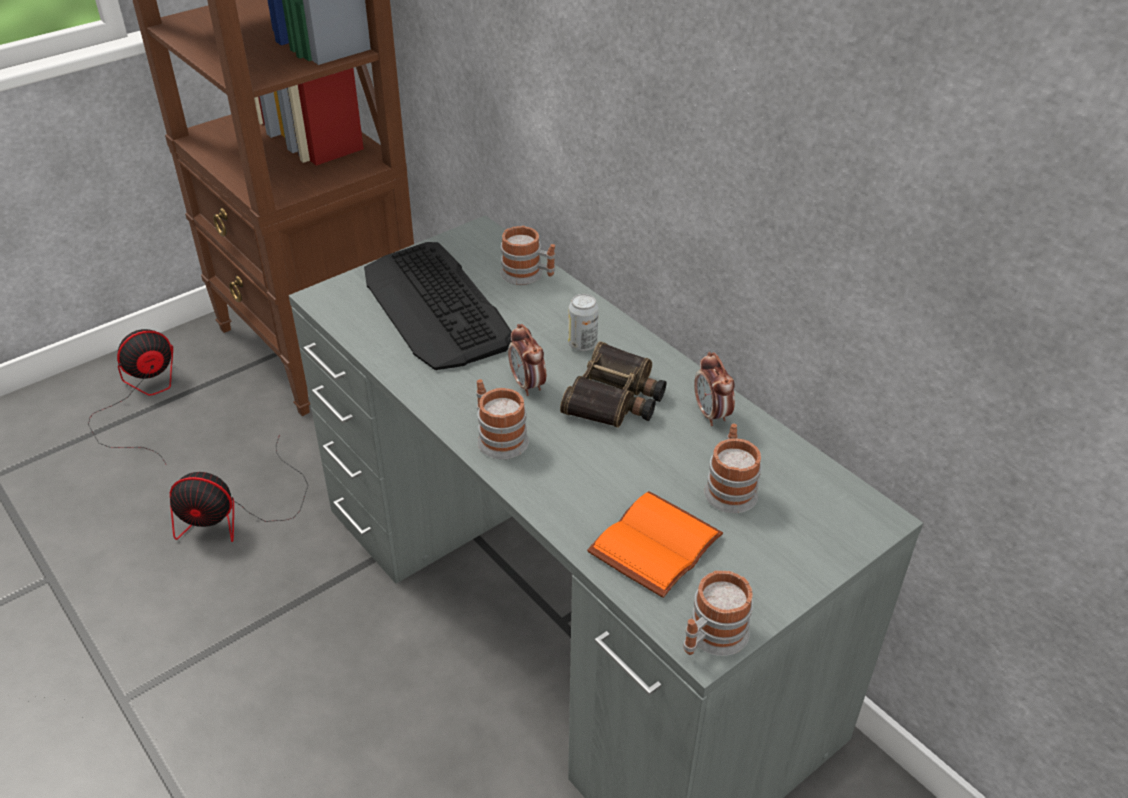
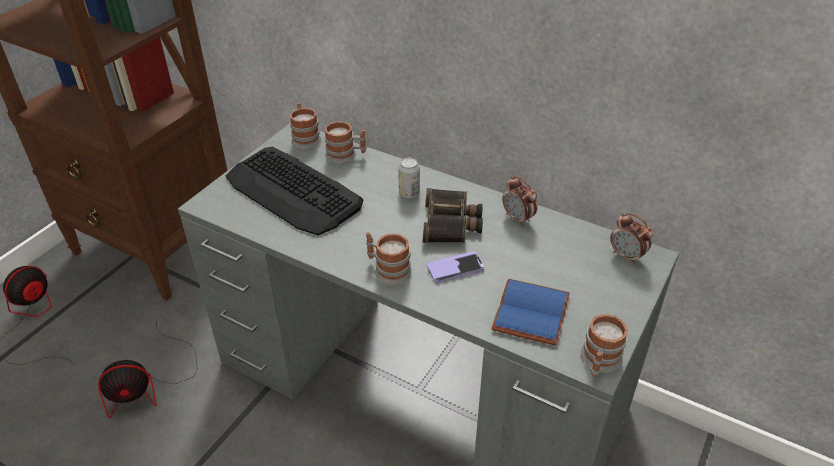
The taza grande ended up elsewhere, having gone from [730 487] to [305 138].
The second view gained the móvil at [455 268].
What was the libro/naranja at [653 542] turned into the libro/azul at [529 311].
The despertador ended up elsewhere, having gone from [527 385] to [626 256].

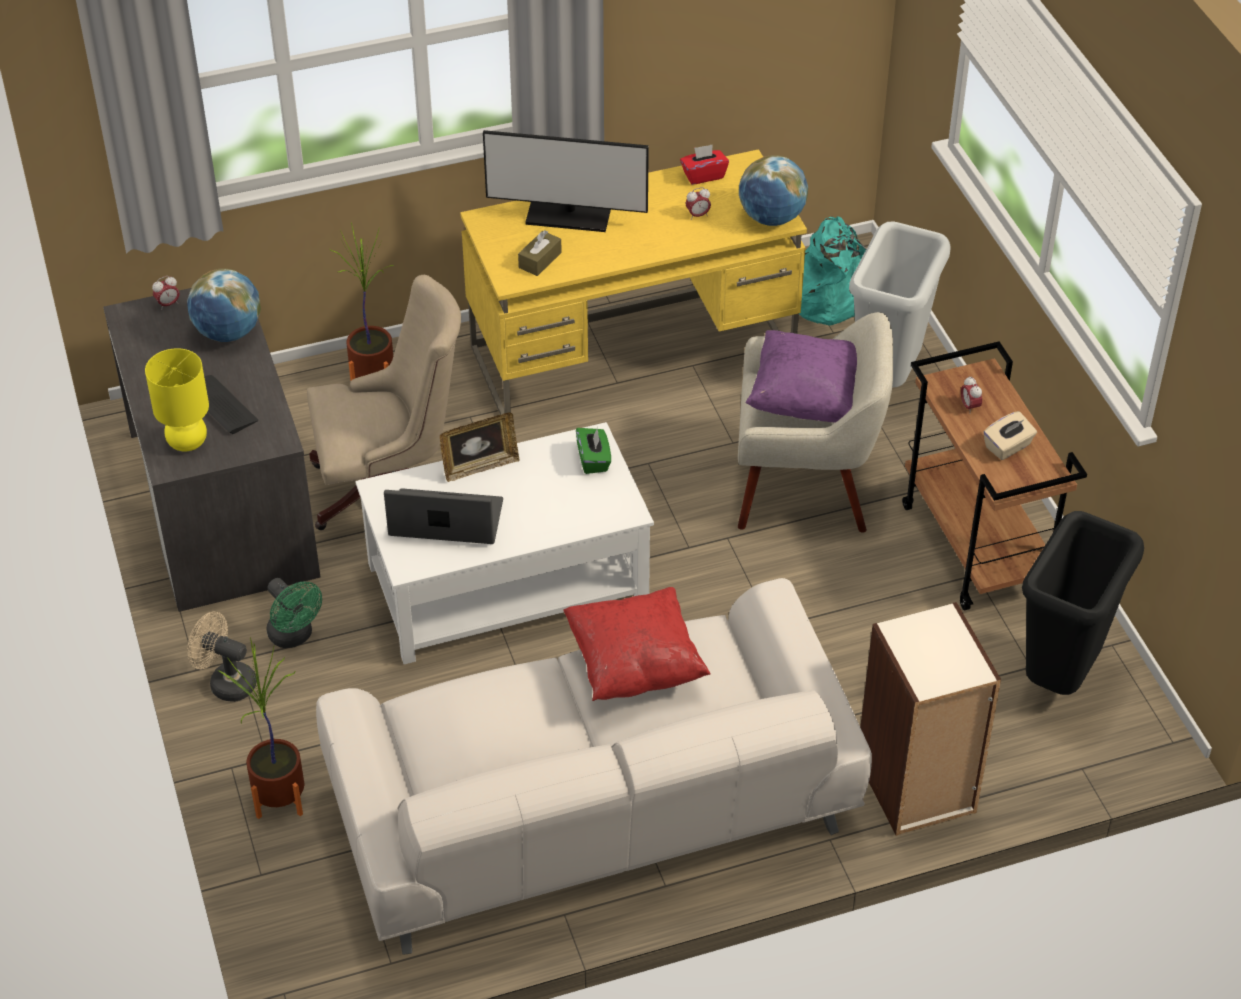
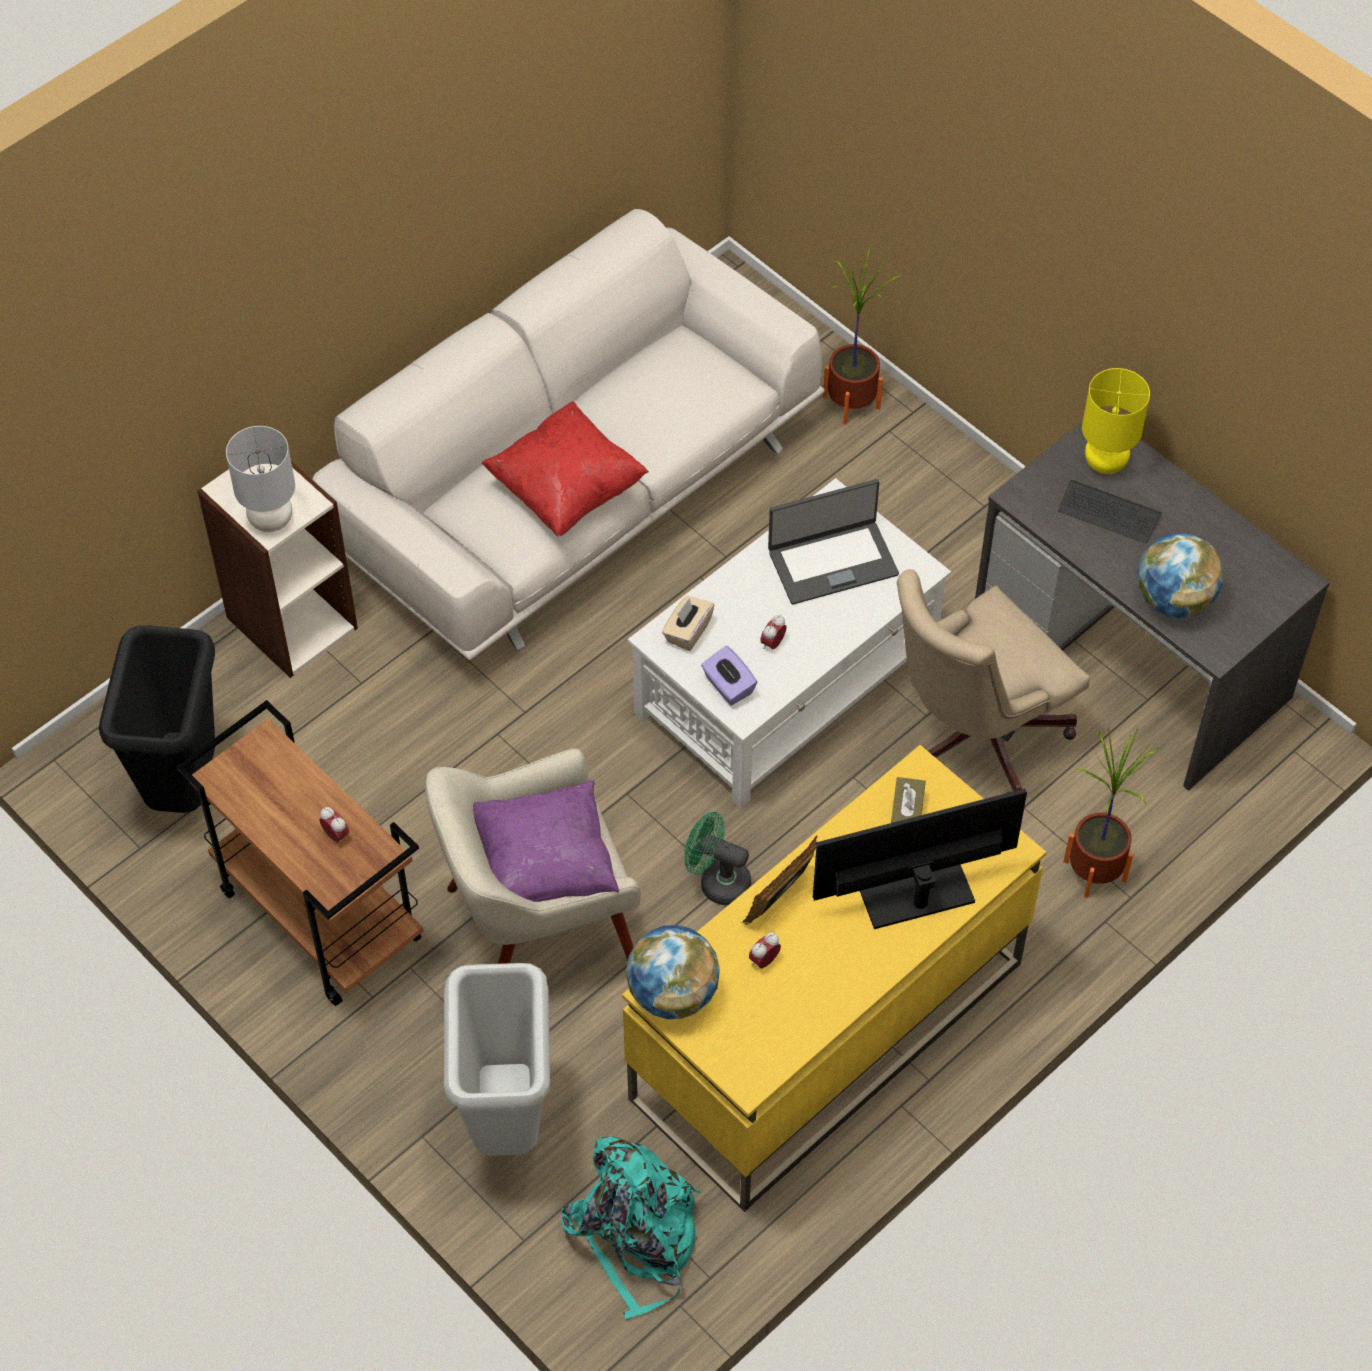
The second view gained the lámpara de mesa/gris at [270 520].
The caja de pañuelos/beis ended up elsewhere, having gone from [1008 447] to [687 632].
The ventilador/verde ended up elsewhere, having gone from [294 636] to [717 881].
What was the caja de pañuelos/verde at [593 460] turned into the caja de pañuelos/morado at [728 686].
The portarretratos ended up elsewhere, having gone from [480 466] to [780 899].
The despertador ended up elsewhere, having gone from [168 304] to [773 643].
The second view lost the ventilador/beis at [226 682].
The second view lost the caja de pañuelos/rojo at [703 175].

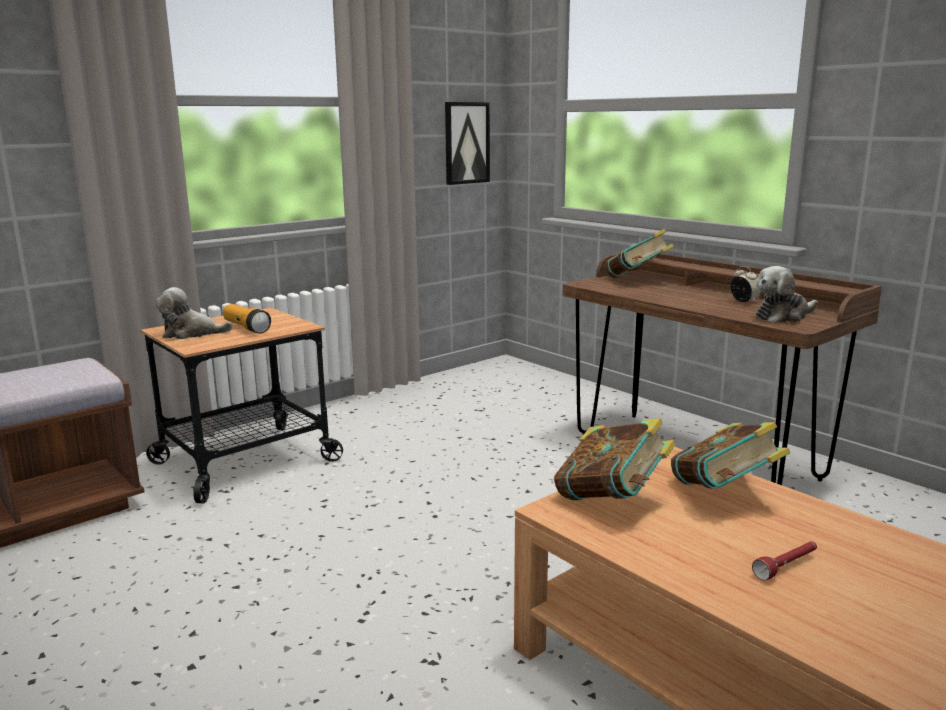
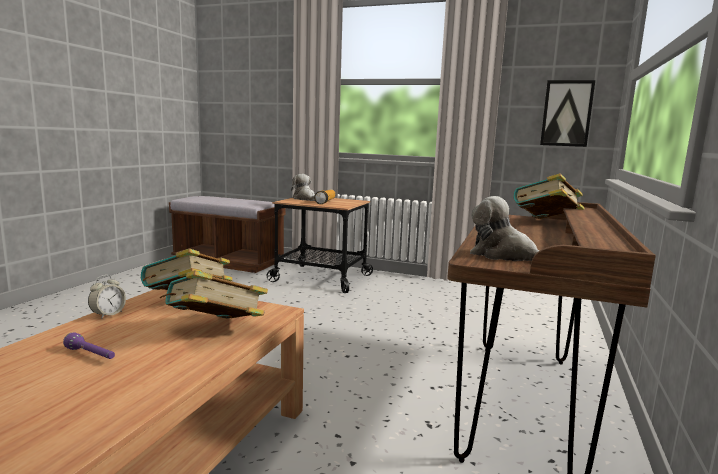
What was the linterna/rojo at [786 566] turned into the linterna/morado at [91 355].
The despertador ended up elsewhere, having gone from [744 301] to [108 314].

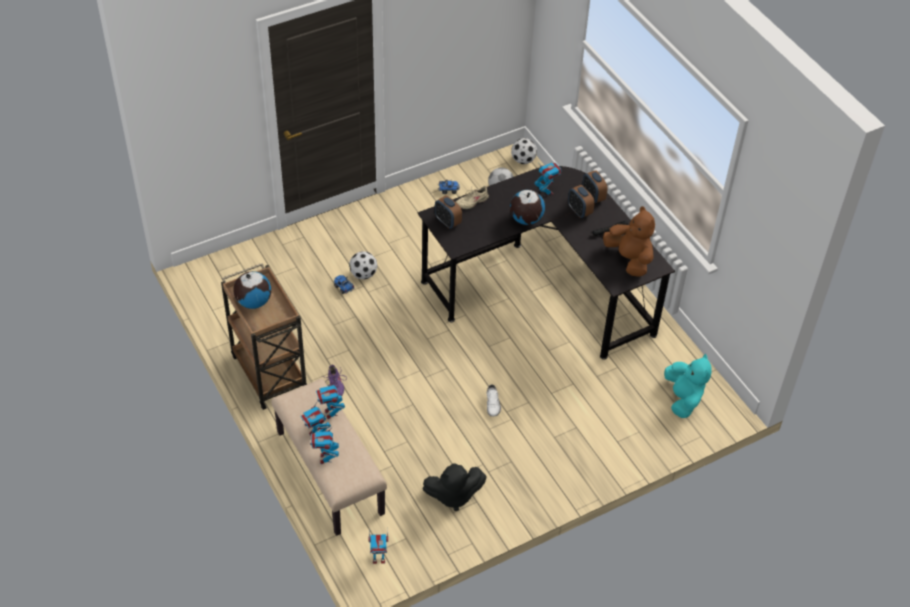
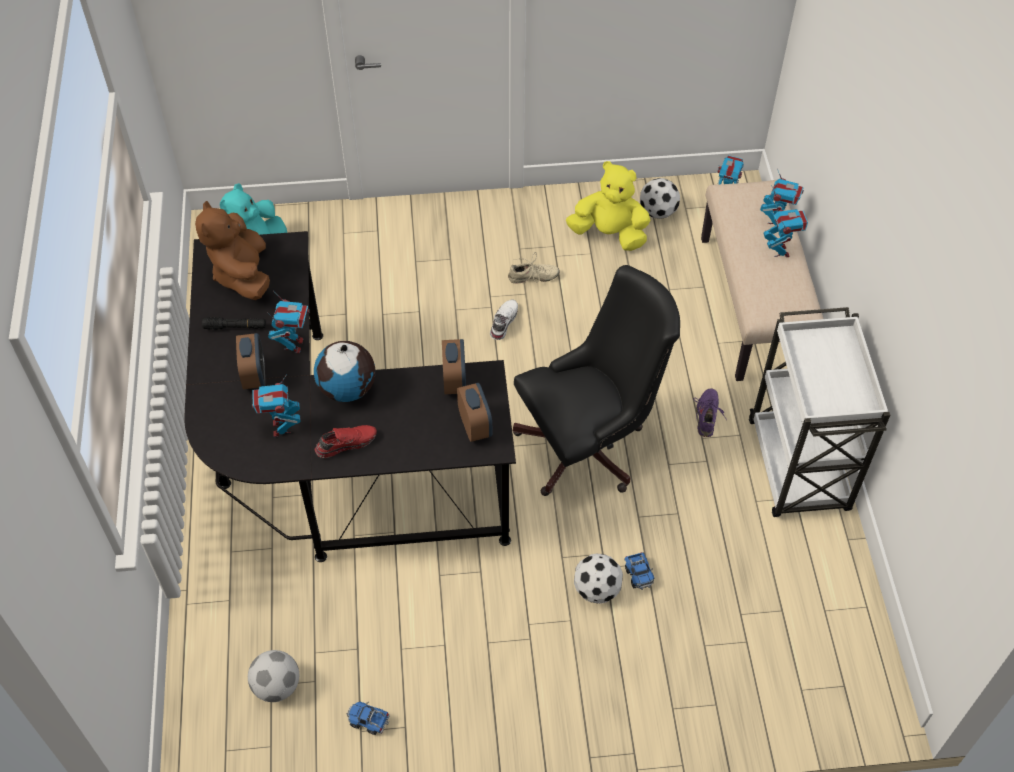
The robot de juguete ended up elsewhere, having gone from [331 413] to [293 345].
The second view gained the zapato/rojo at [346 443].
The despertador ended up elsewhere, having gone from [593 196] to [454 381].
The zapato/beis ended up elsewhere, having gone from [471 202] to [533 277].
The second view gained the silla de oficina/negro at [589 446].
What was the peluche/negro at [453 495] turned into the peluche/amarillo at [609 234].
The balón de fútbol ended up elsewhere, having gone from [523 160] to [658 212].
What was the carrito/marrón at [268 372] turned into the carrito/blanco at [798 468].
The second view lost the globo terráqueo at [253 301].

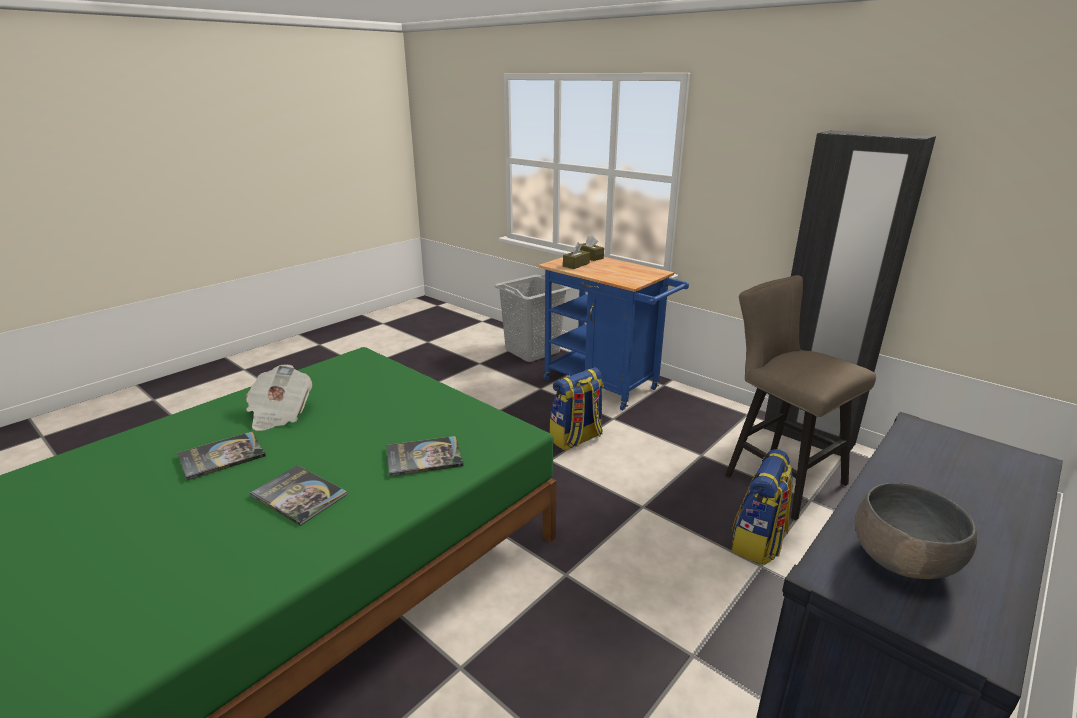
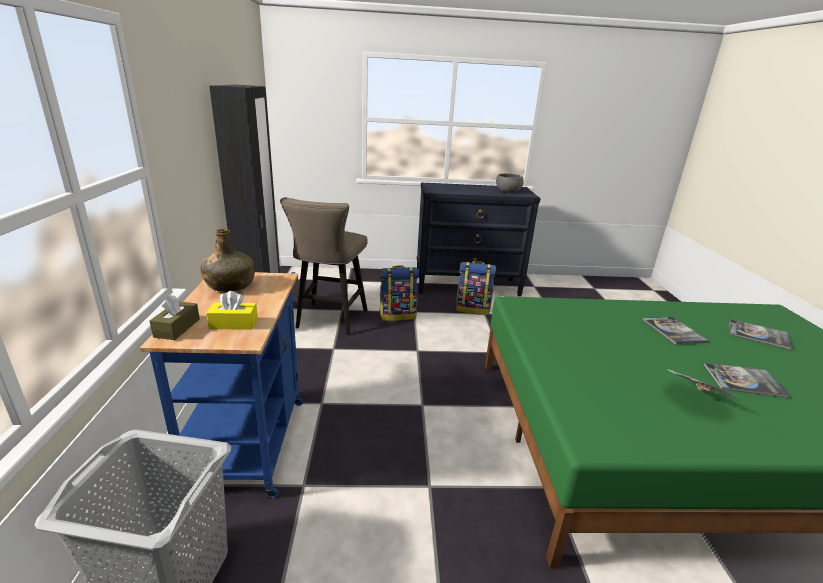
The second view gained the botella/verde at [230 285].
What was the caja de pañuelos/marrón at [576 265] turned into the caja de pañuelos/amarillo at [234 324].
The mochila ended up elsewhere, having gone from [576 439] to [473 309].
The libro ended up elsewhere, having gone from [424 457] to [758 334].

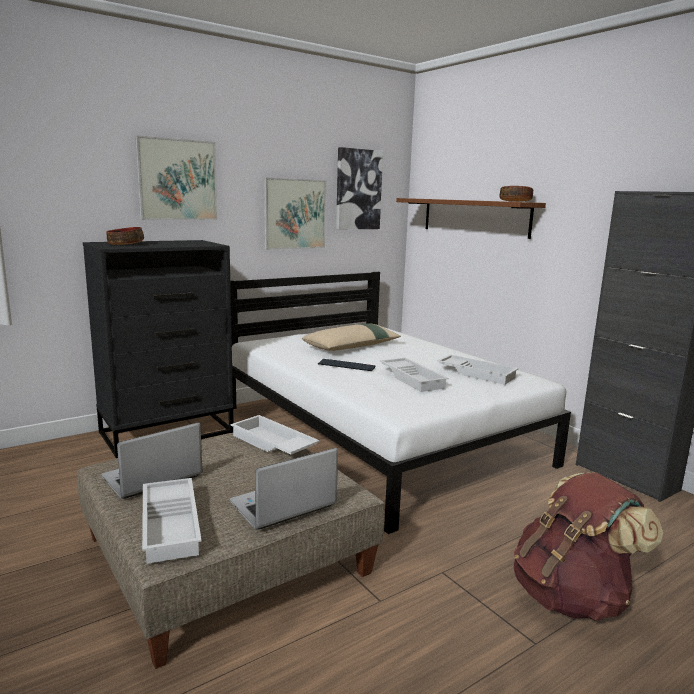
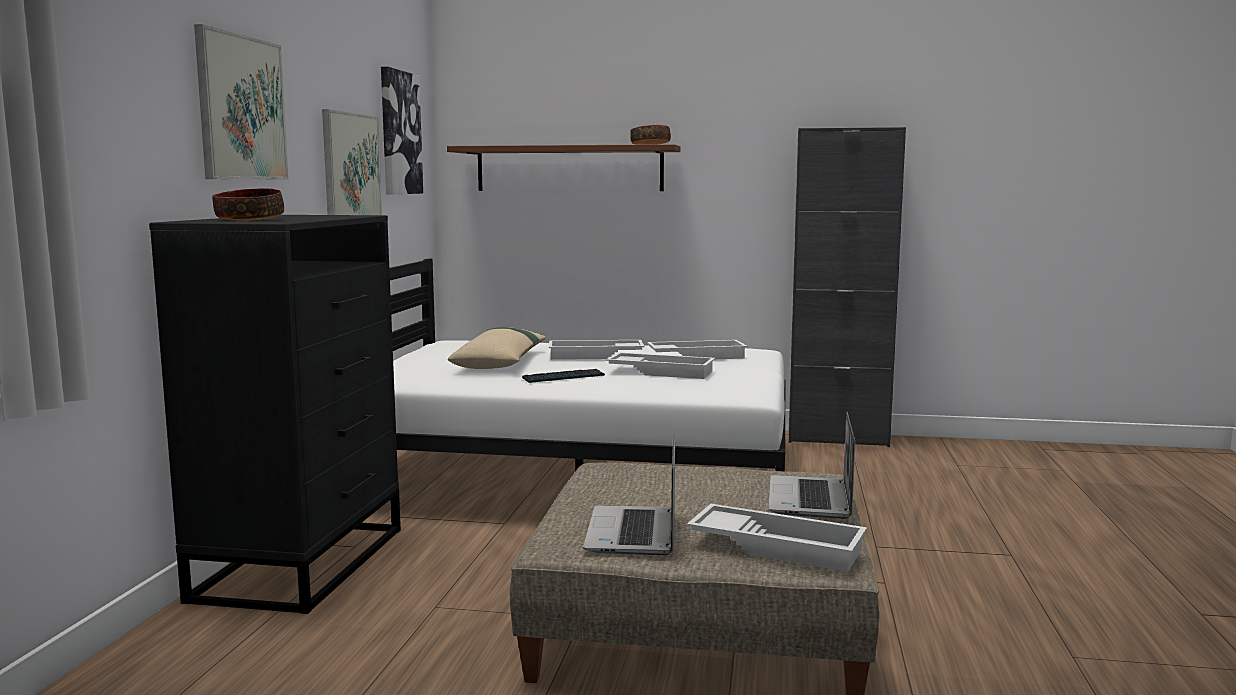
The bandeja/blanco ended up elsewhere, having gone from [272 443] to [595 356].
The second view lost the mochila/marrón at [571 597].

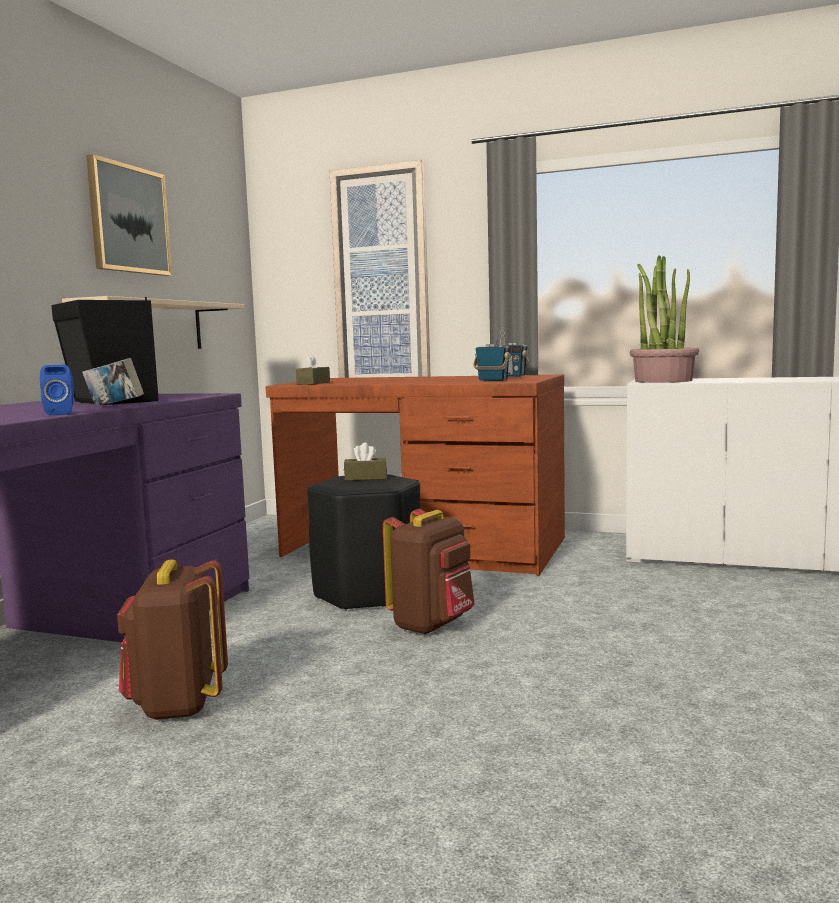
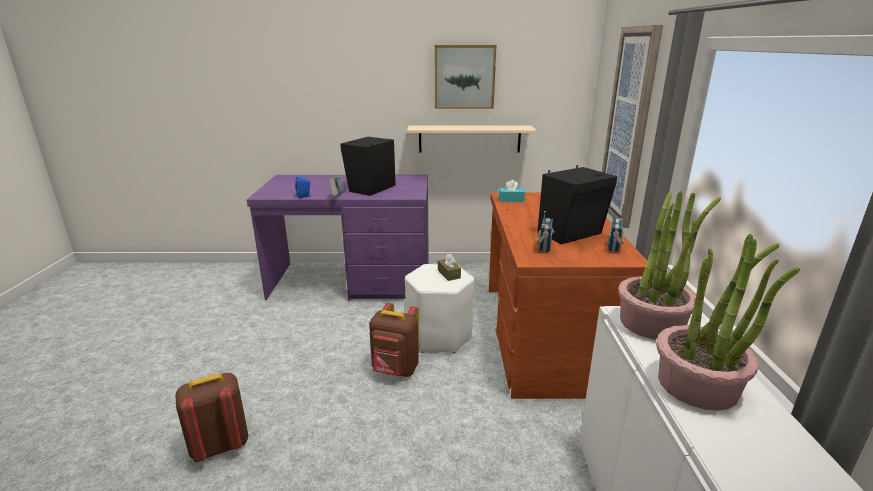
The mochila/marrón ended up elsewhere, having gone from [177 705] to [219 446].
What was the taburete/negro at [368 594] turned into the taburete/blanco at [439 336].
What was the caja de pañuelos/marrón at [313 383] turned into the caja de pañuelos/turquesa at [511 199].
The second view gained the altavoz/negro at [572 234].
The second view gained the planta en maceta at [698 385].

